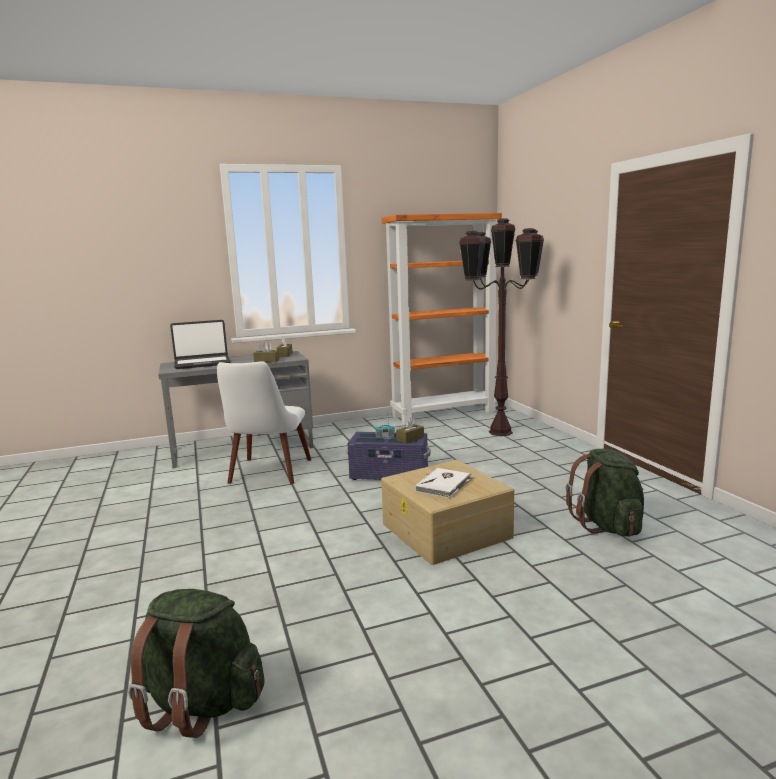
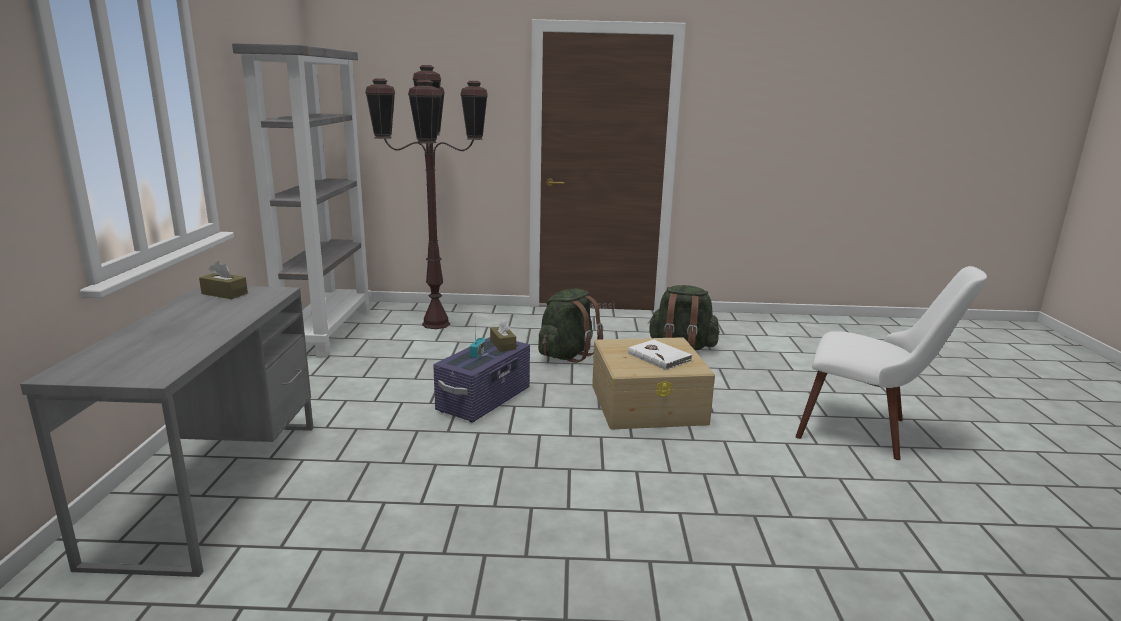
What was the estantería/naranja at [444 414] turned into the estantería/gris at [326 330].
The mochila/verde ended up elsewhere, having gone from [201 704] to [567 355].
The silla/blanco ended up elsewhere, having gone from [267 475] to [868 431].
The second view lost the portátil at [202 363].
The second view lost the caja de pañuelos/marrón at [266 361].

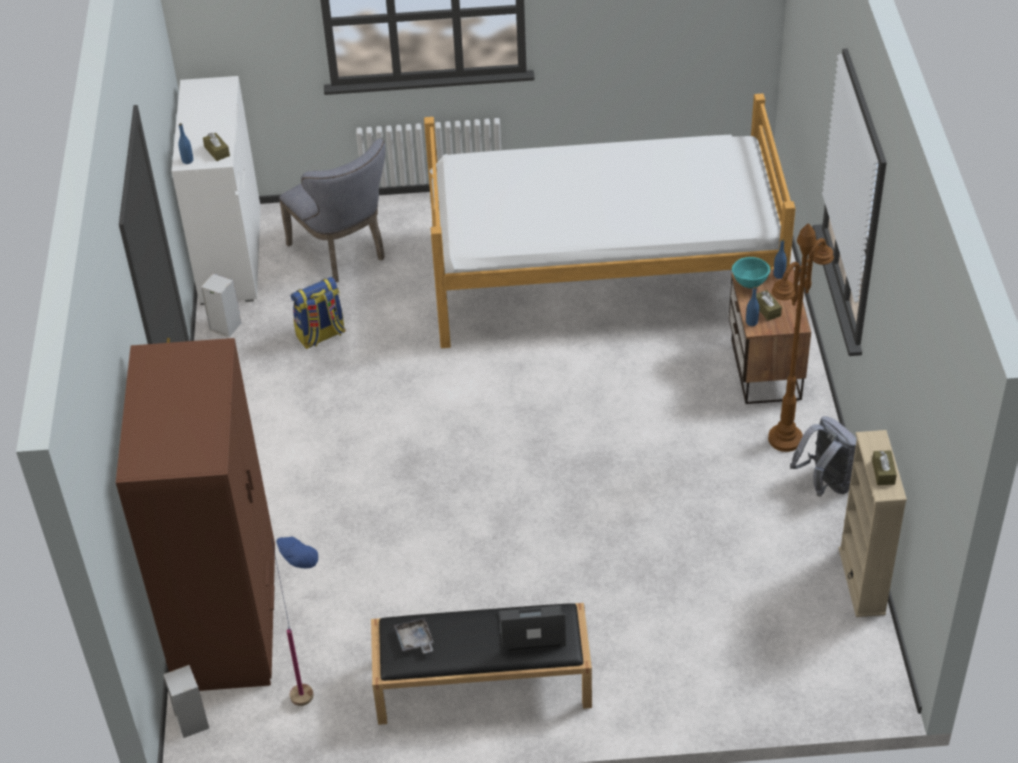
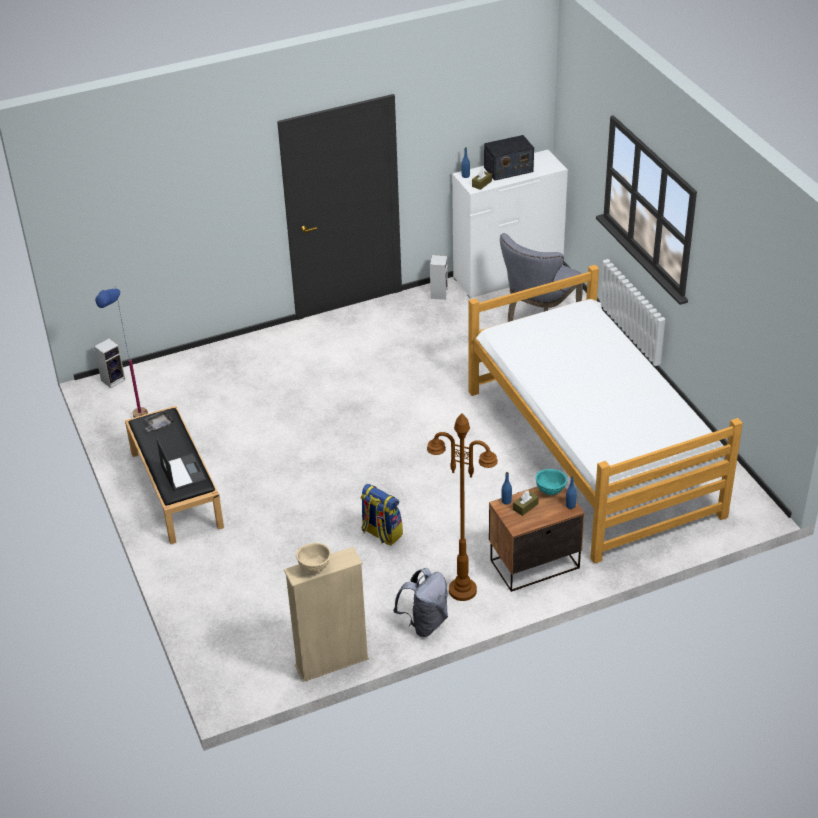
Where the caja de pañuelos/marrón stood at [883 472], the cuenco/beis came to stand at [314 568].
The mochila ended up elsewhere, having gone from [321 335] to [381 533].
The second view gained the radio at [508 169].
The second view lost the armario ropero/marrón at [228 619].

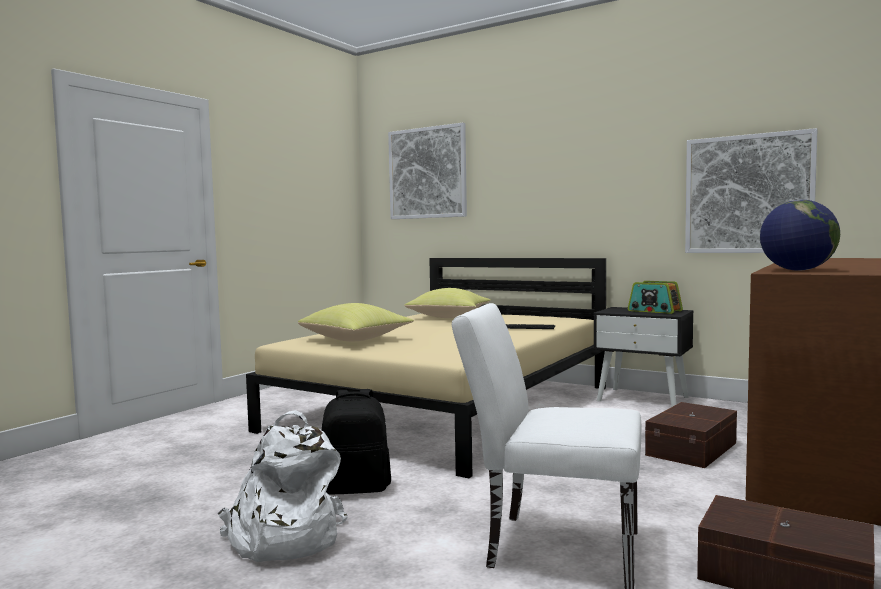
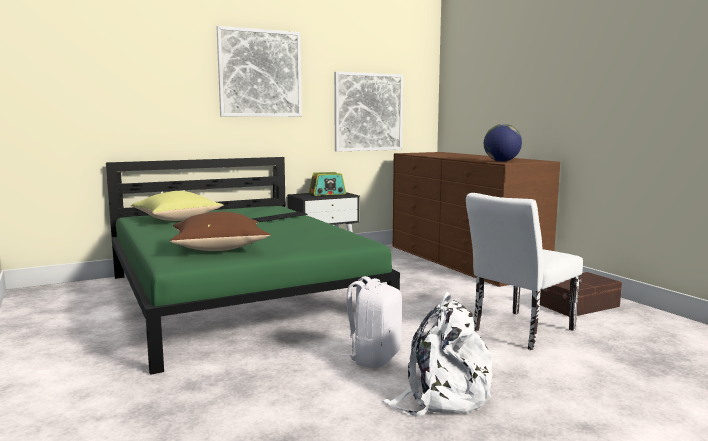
What was the cama/beis at [447 407] turned into the cama/verde at [239 298].
What was the cojín/amarillo at [356 340] turned into the cojín/marrón at [220 248].
The cuadro ended up elsewhere, having gone from [427 173] to [260 73].
What was the mochila/negro at [356 488] turned into the mochila/blanco at [373 357].
The second view lost the caja de almacenaje/marrón at [693 449].

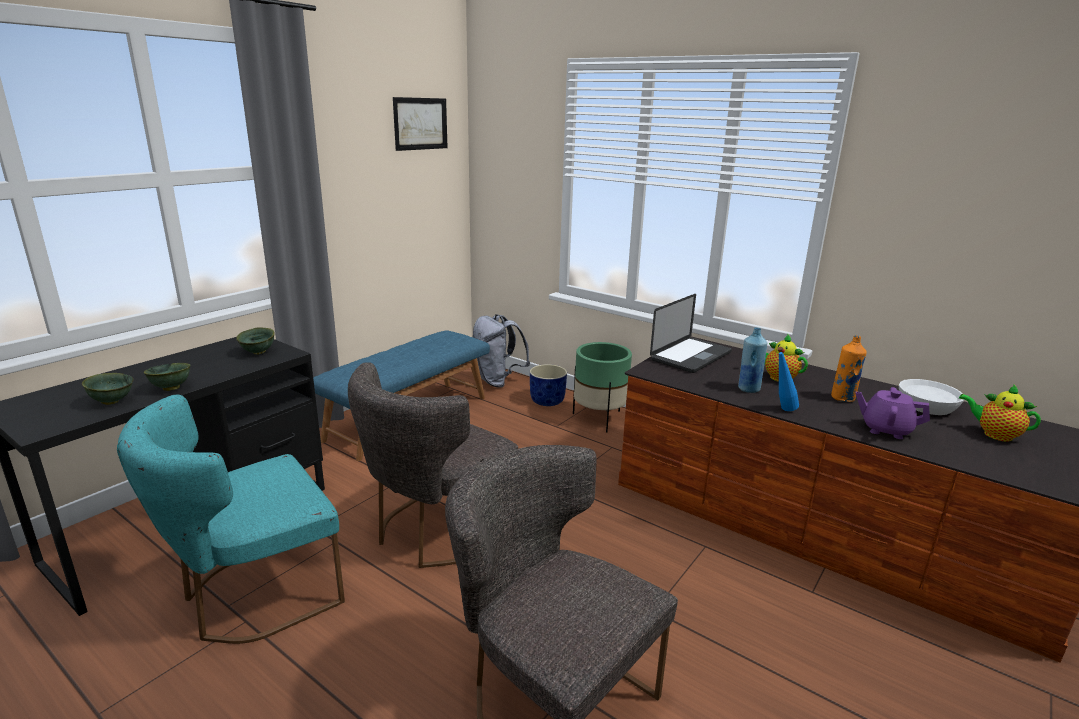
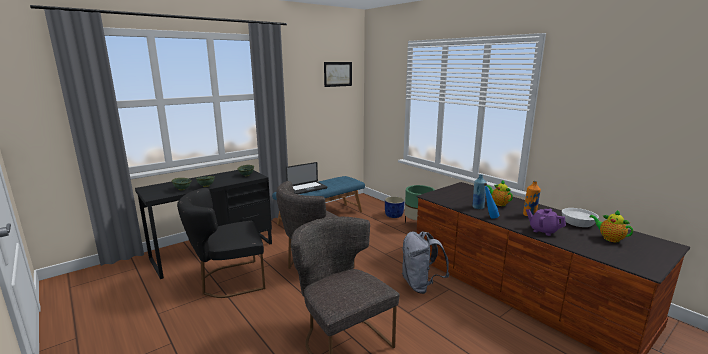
What was the silla/turquesa at [253 595] turned into the silla/negro at [228 281].
The portátil ended up elsewhere, having gone from [691 356] to [307 188].
The mochila/gris ended up elsewhere, having gone from [497 381] to [421 285].

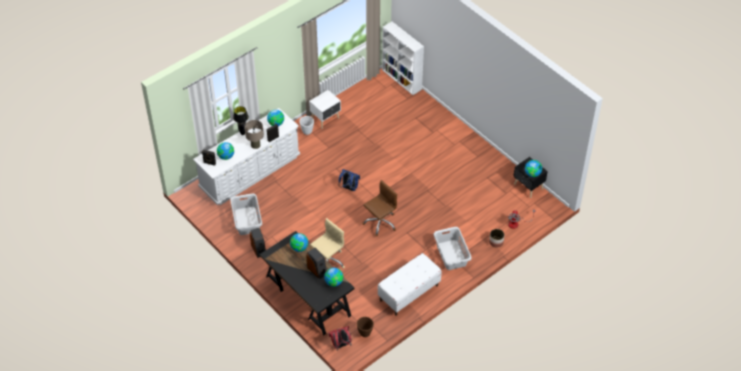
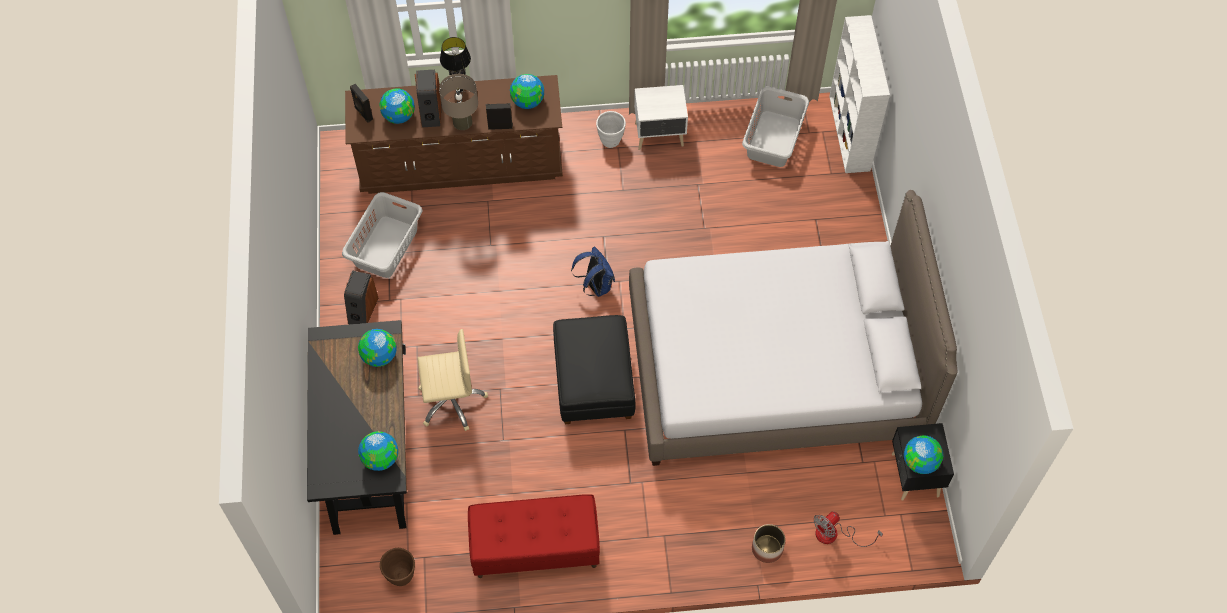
What was the cómoda/blanco at [250 172] turned into the cómoda/marrón at [461 163].
The altavoz ended up elsewhere, having gone from [317 270] to [430 112].
What was the banco/blanco at [409 293] turned into the banco/rojo at [535 549].
Where the silla de oficina/marrón stood at [380 223], the puf/negro came to stand at [594 383].
The second view gained the cama at [775 367].
The cesto de la ropa/gris ended up elsewhere, having gone from [451 254] to [774 138].
The second view lost the mochila/rojo at [340 345].

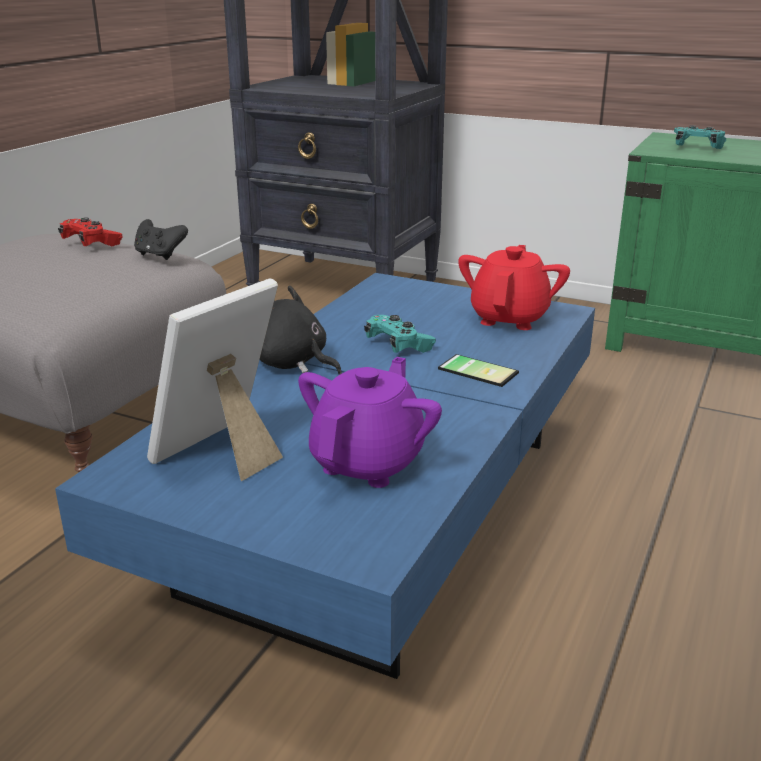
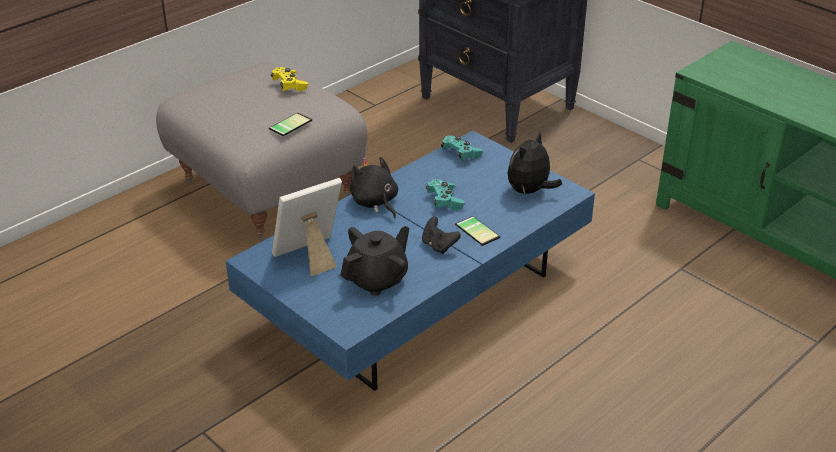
The second view gained the móvil at [289 124].
What was the mando de consola/rojo at [91 243] turned into the mando de consola/amarillo at [289 85].
What was the tetera/morado at [368 462] turned into the tetera/negro at [377 279].
The mando de consola/negro ended up elsewhere, having gone from [160 255] to [438 246].
The mando de consola/turquesa ended up elsewhere, having gone from [697 148] to [461 154].
Where the tetera/rojo stood at [509 318], the peluche came to stand at [530 191].

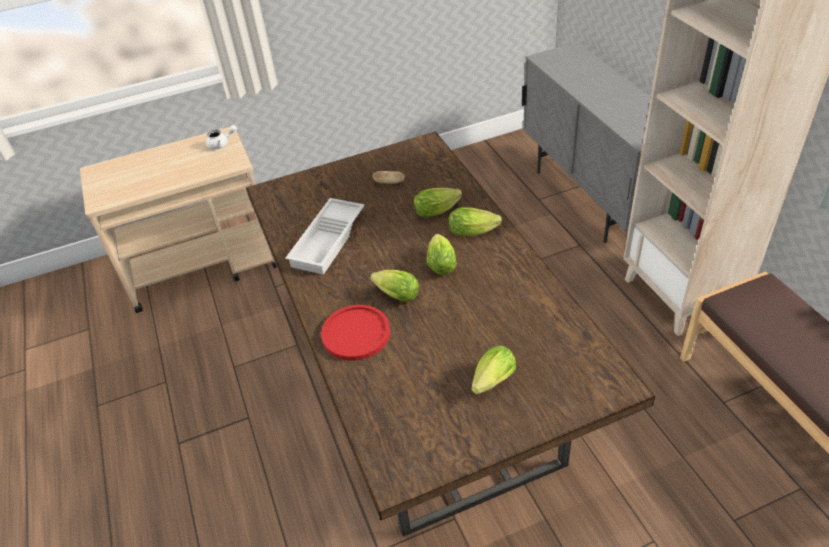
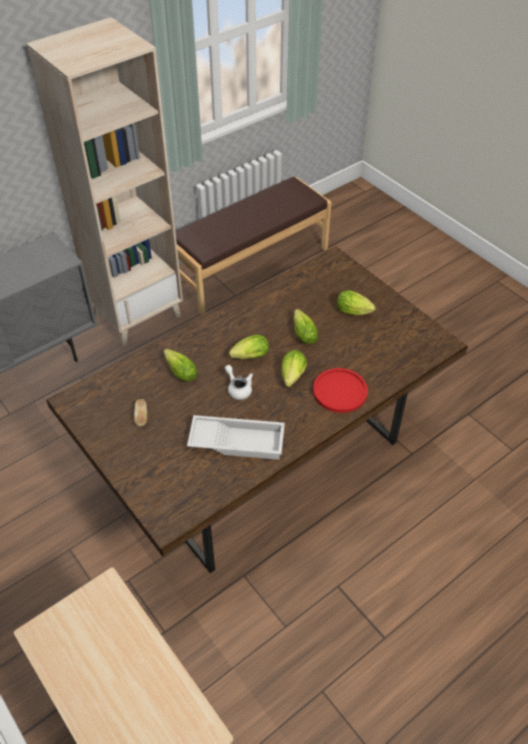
The tetera/blanco ended up elsewhere, having gone from [221 144] to [238 388].
The lechuga ended up elsewhere, having gone from [475 231] to [303 332].

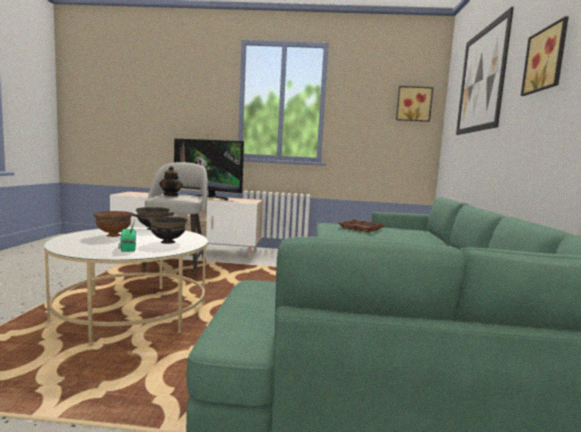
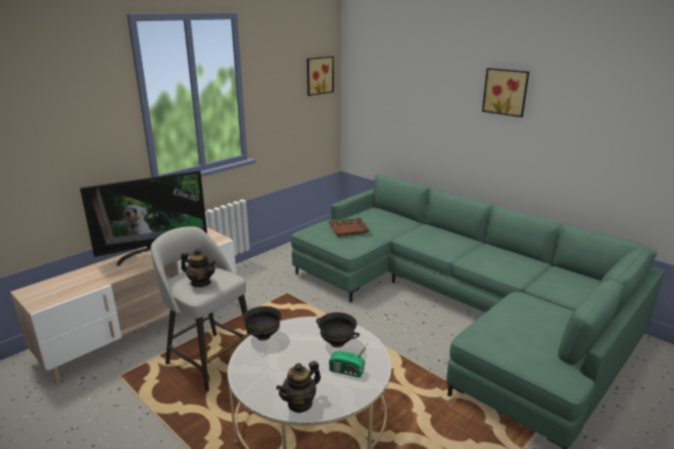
The second view gained the tetera at [300 403].
The second view lost the cuenco/marrón at [114 235].
The second view lost the cuadro at [481 80].

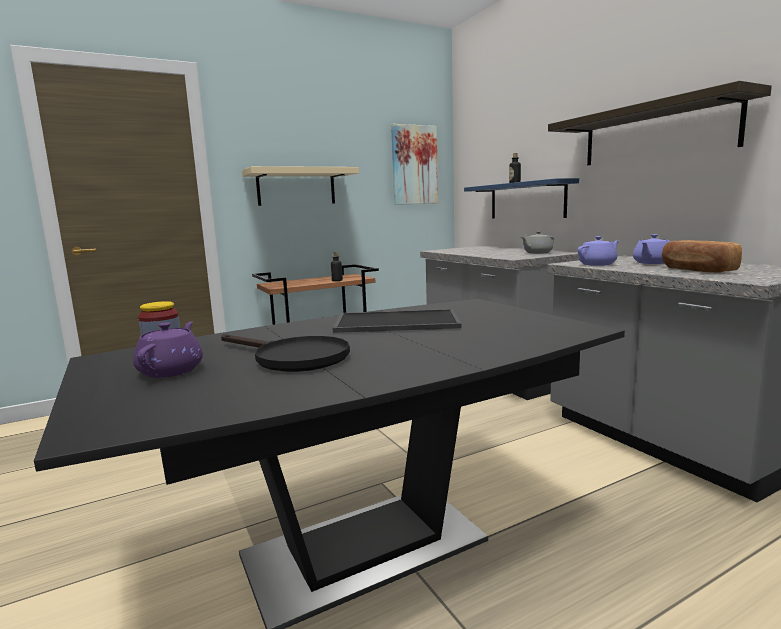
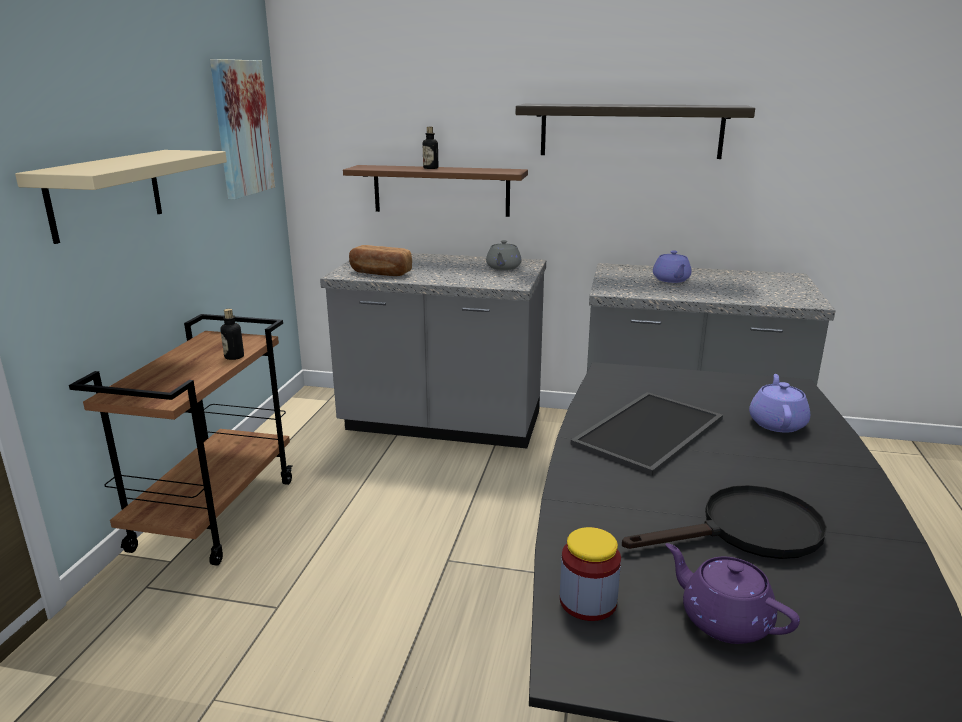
What was the estante/azul at [526 200] turned into the estante/marrón at [441 190].
The pan ended up elsewhere, having gone from [696 270] to [380 273].
The tetera/morado ended up elsewhere, having gone from [598 264] to [777 423].

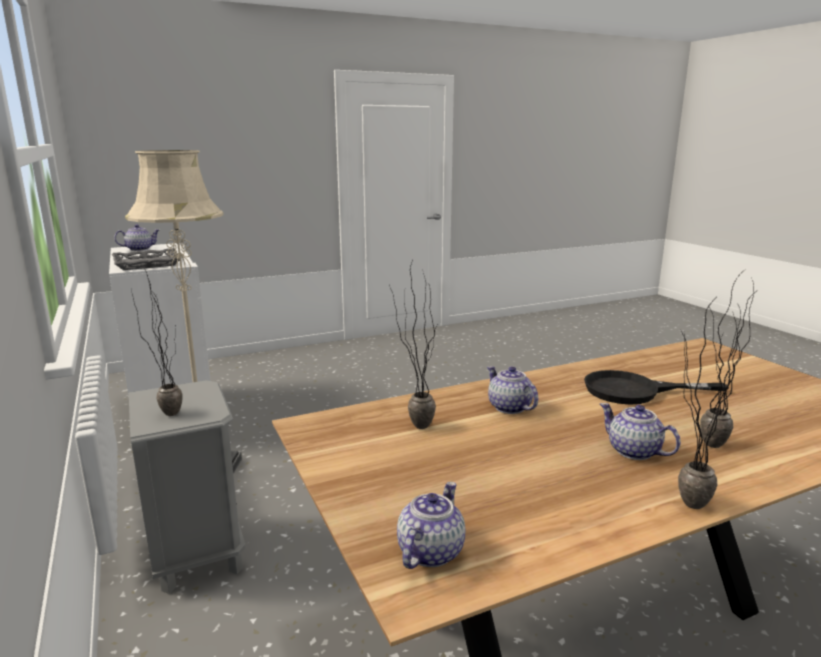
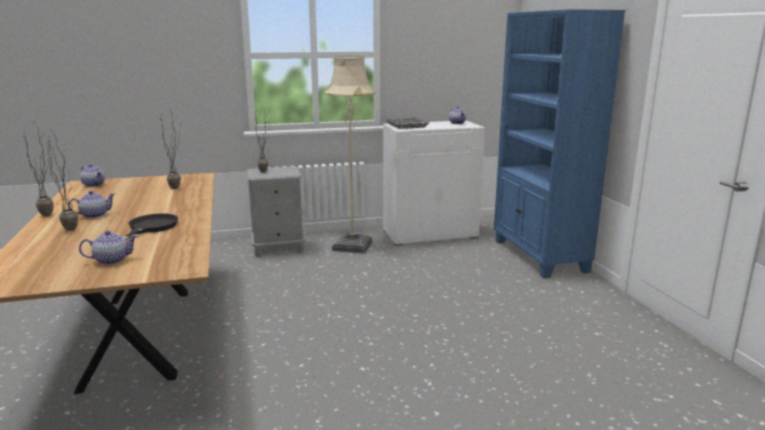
The tetera ended up elsewhere, having gone from [508 407] to [112 260].
The second view gained the estantería/azul at [539 256].

